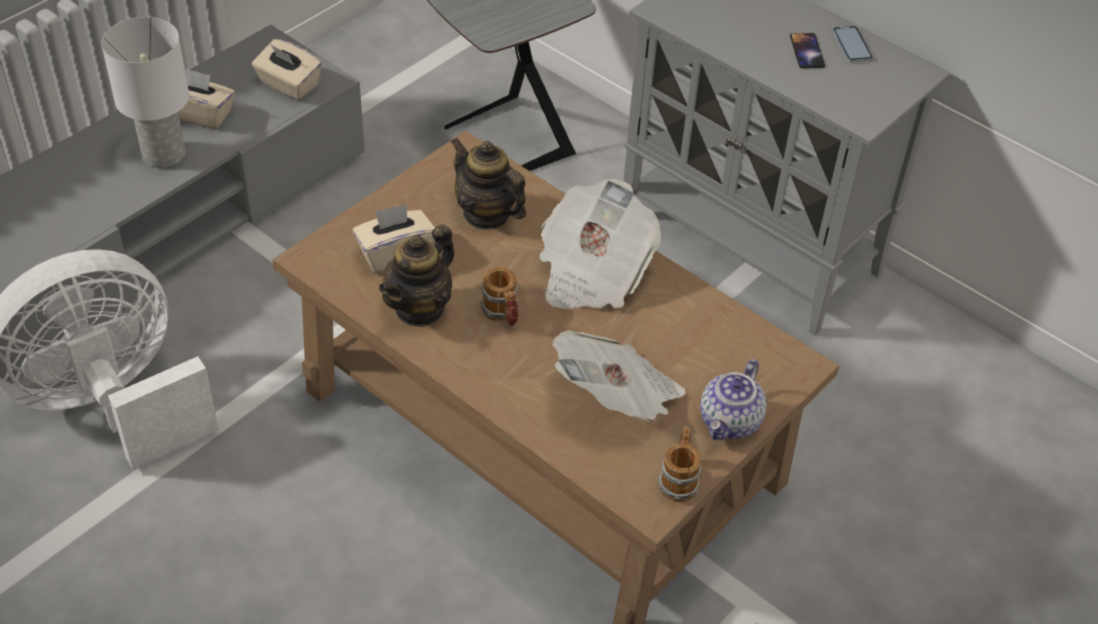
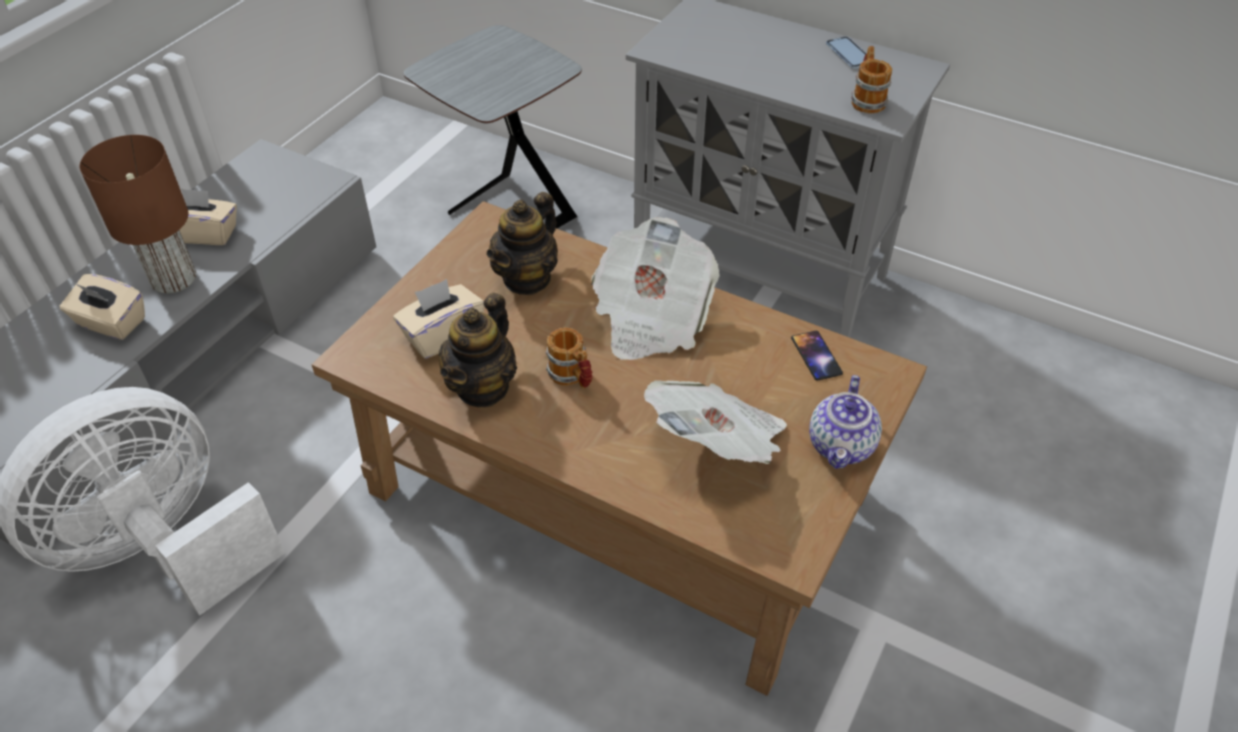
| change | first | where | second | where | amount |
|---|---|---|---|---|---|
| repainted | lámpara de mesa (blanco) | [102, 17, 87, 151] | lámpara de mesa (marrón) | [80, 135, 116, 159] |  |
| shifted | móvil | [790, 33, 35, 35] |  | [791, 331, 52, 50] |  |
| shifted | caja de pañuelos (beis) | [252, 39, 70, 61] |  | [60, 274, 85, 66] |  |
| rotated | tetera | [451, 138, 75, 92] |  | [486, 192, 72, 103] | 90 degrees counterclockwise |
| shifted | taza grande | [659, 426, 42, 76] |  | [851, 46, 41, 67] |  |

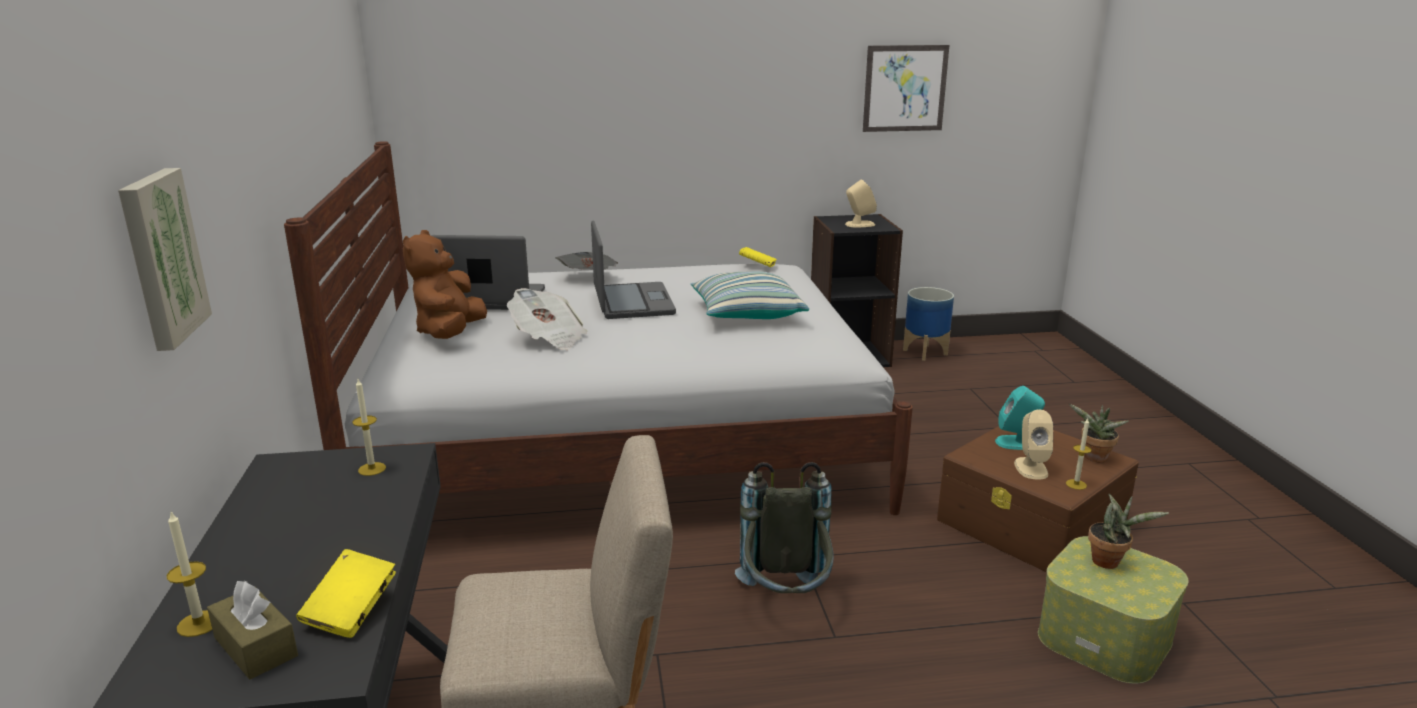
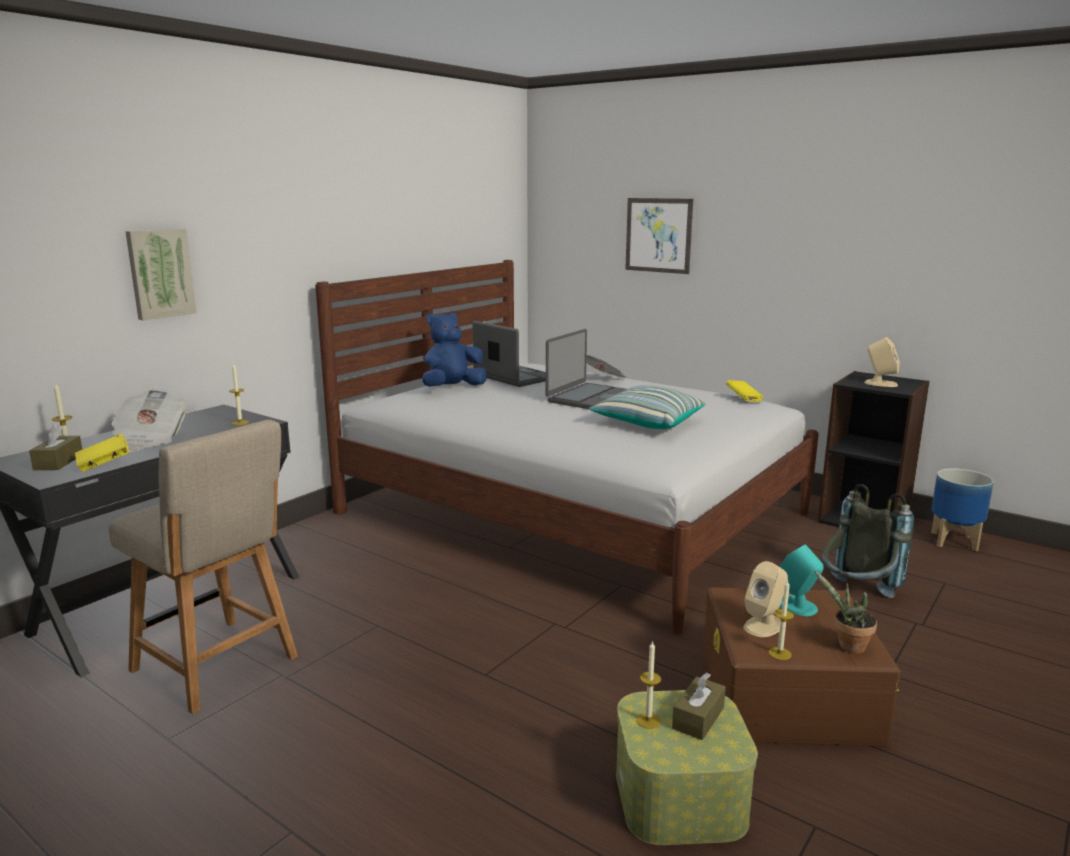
| change | first | where | second | where | amount |
|---|---|---|---|---|---|
| shifted | cuadro | [863, 45, 86, 87] |  | [625, 198, 68, 76] |  |
| repainted | peluche (marrón) | [403, 230, 84, 109] | peluche (azul) | [422, 313, 65, 73] |  |
| shifted | periódico | [507, 288, 81, 62] |  | [111, 389, 78, 63] |  |
| shifted | mochila (gris) | [735, 462, 99, 131] |  | [822, 484, 92, 114] |  |
| swapped | planta en maceta | [1088, 494, 81, 75] | caja de pañuelos (marrón) | [672, 672, 54, 68] |  |
| new |  |  | vela | [636, 640, 25, 89] |  |

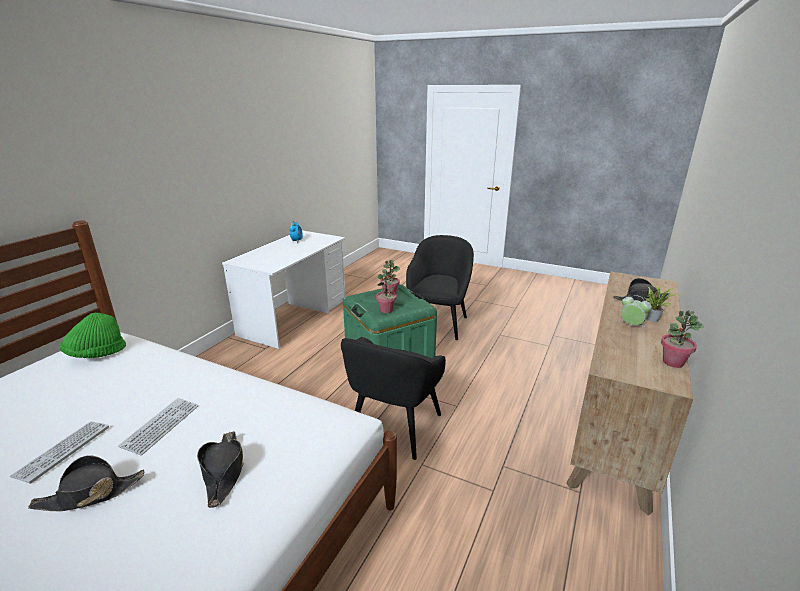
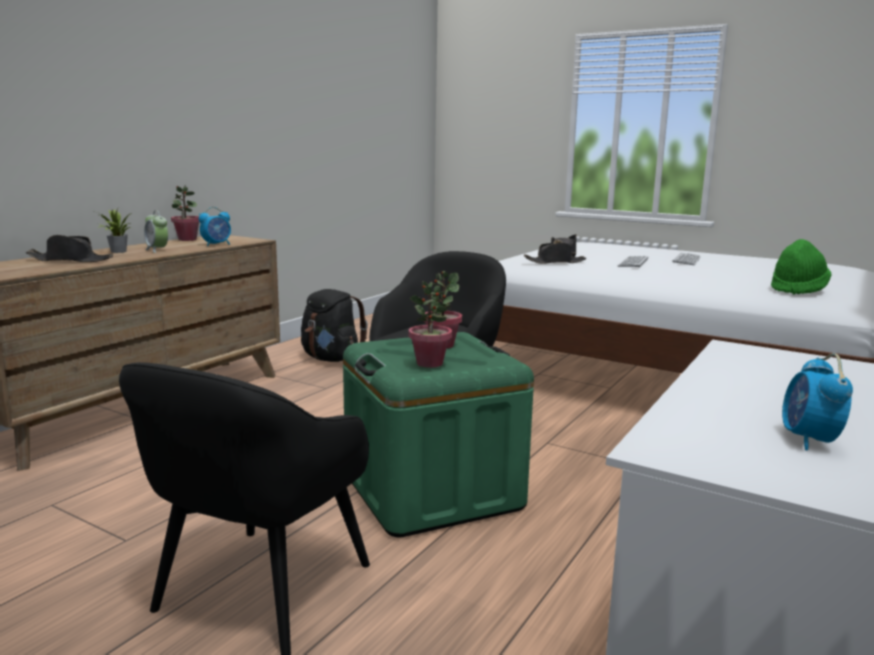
| change | first | where | second | where | amount |
|---|---|---|---|---|---|
| shifted | sombrero (negro) | [28, 455, 116, 56] |  | [524, 243, 62, 21] |  |
| new |  |  | despertador | [199, 207, 32, 39] |  |
| new |  |  | mochila (negro) | [301, 289, 67, 73] |  |

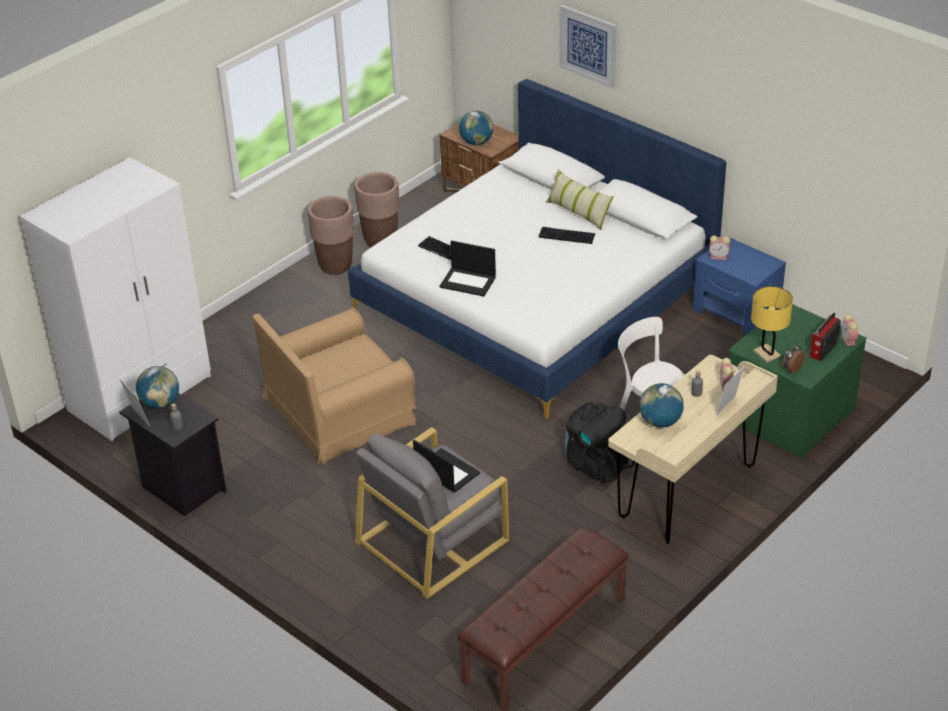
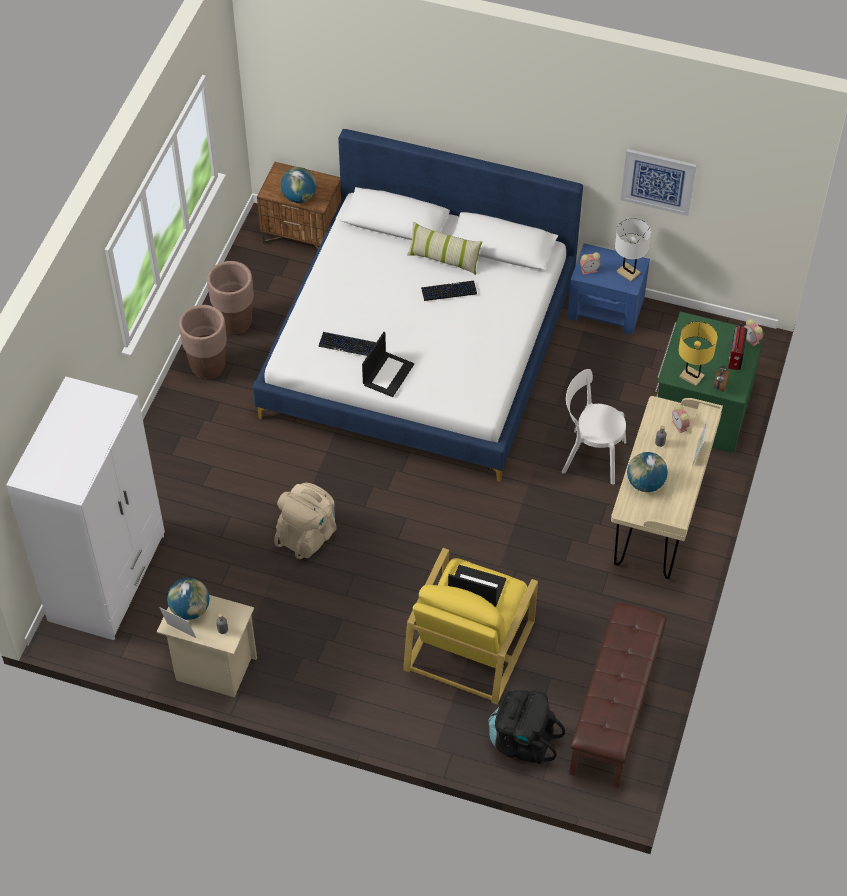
| change | first | where | second | where | amount |
|---|---|---|---|---|---|
| shifted | cuadro | [559, 5, 58, 83] |  | [621, 149, 75, 67] |  |
| rotated | portátil | [440, 240, 56, 57] |  | [362, 332, 52, 65] | 60 degrees counterclockwise |
| swapped | sillón (marrón) | [252, 307, 165, 157] | mochila (beis) | [274, 483, 63, 76] |  |
| repainted | mesita de noche (negro) | [119, 393, 107, 123] | mesita de noche (beis) | [157, 595, 100, 103] |  |
| shifted | mochila (negro) | [565, 402, 70, 81] |  | [488, 690, 77, 74] |  |
| repainted | sillón (gris) | [355, 427, 154, 172] | sillón (amarillo) | [403, 548, 135, 157] |  |
| new |  |  | lámpara de mesa (blanco) | [615, 218, 36, 63] |  |

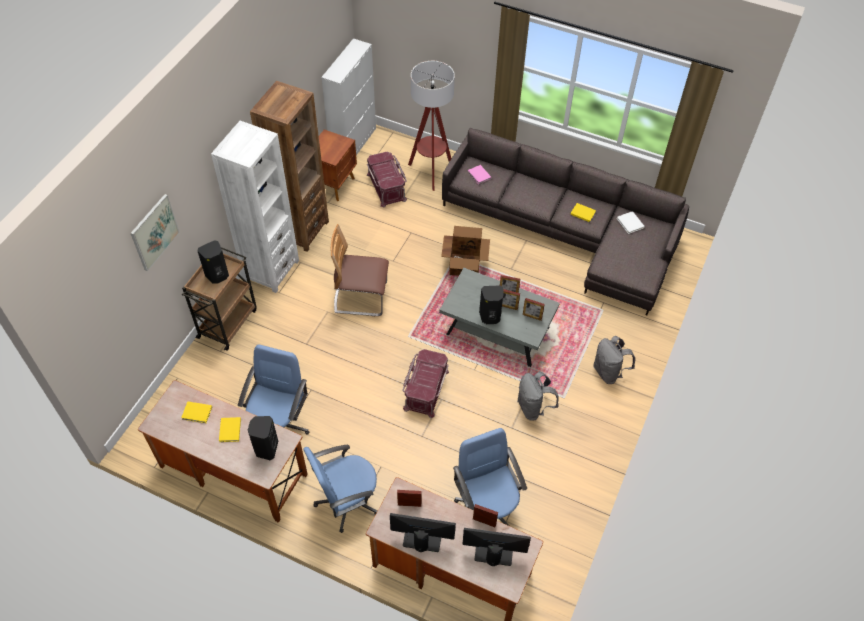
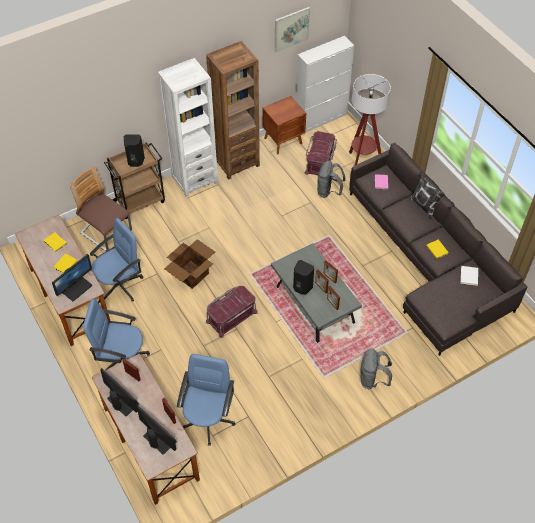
| change | first | where | second | where | amount |
|---|---|---|---|---|---|
| shifted | cuadro | [130, 194, 50, 77] |  | [275, 7, 35, 45] |  |
| shifted | silla | [331, 224, 58, 92] |  | [70, 167, 62, 84] |  |
| shifted | caja de cartón | [441, 226, 49, 50] |  | [164, 239, 51, 50] |  |
| shifted | mochila (gris) | [517, 372, 42, 49] |  | [317, 160, 28, 38] |  |
| swapped | altavoz (negro) | [248, 416, 30, 44] | monitor | [52, 254, 40, 47] |  |
| new |  |  | cojín | [409, 171, 36, 48] |  |

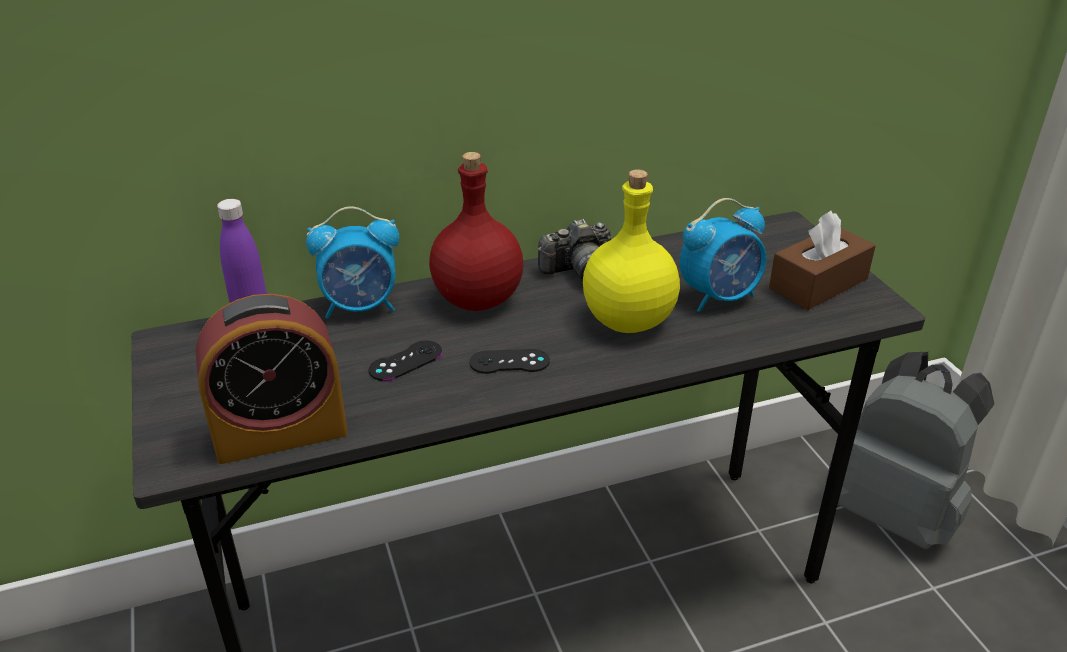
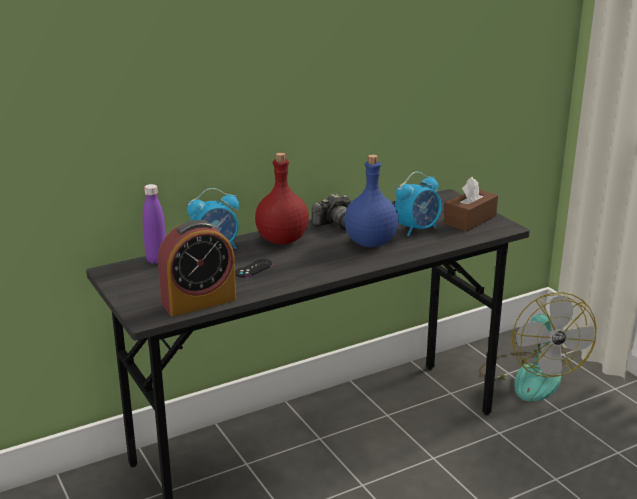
| change | first | where | second | where | amount |
|---|---|---|---|---|---|
| repainted | botella (amarillo) | [583, 169, 97, 164] | botella (azul) | [344, 155, 55, 92] |  |
| gone | mando de consola (negro) | [469, 349, 81, 25] |  |  |  |
| swapped | mochila (gris) | [825, 352, 169, 197] | ventilador | [479, 292, 117, 110] |  |

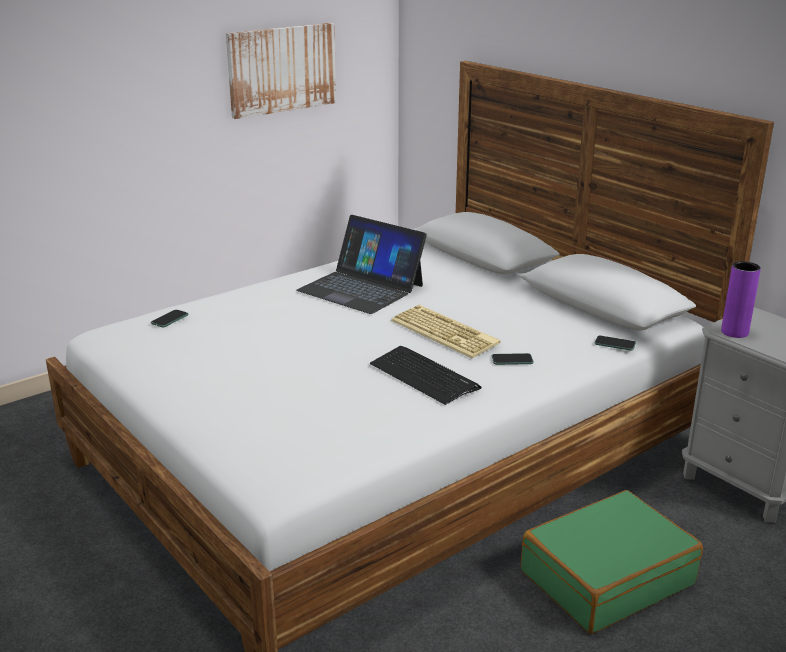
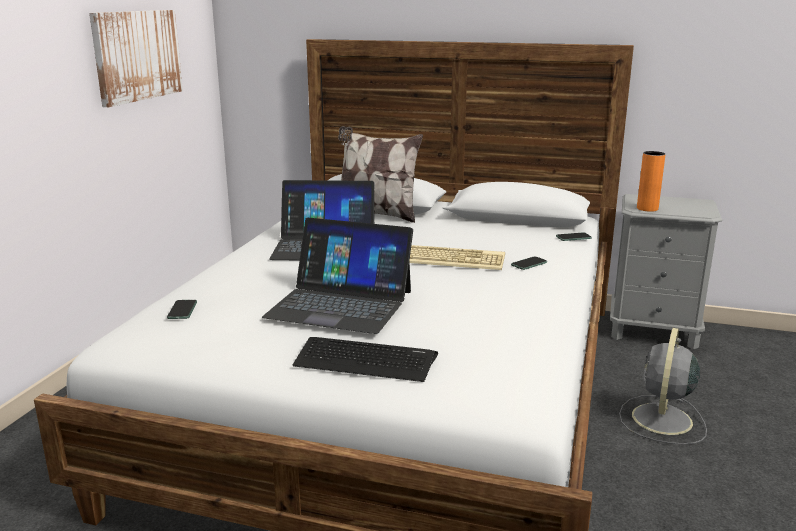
| change | first | where | second | where | amount |
|---|---|---|---|---|---|
| repainted | florero (morado) | [721, 261, 40, 77] | florero (naranja) | [637, 151, 29, 61] |  |
| shifted | teclado | [370, 346, 112, 59] |  | [293, 337, 145, 45] |  |
| swapped | maleta (verde) | [521, 490, 182, 144] | ventilador (gris) | [619, 328, 88, 117] |  |
| new |  |  | cojín | [338, 126, 85, 97] |  |
| new |  |  | portátil | [262, 218, 151, 116] |  |

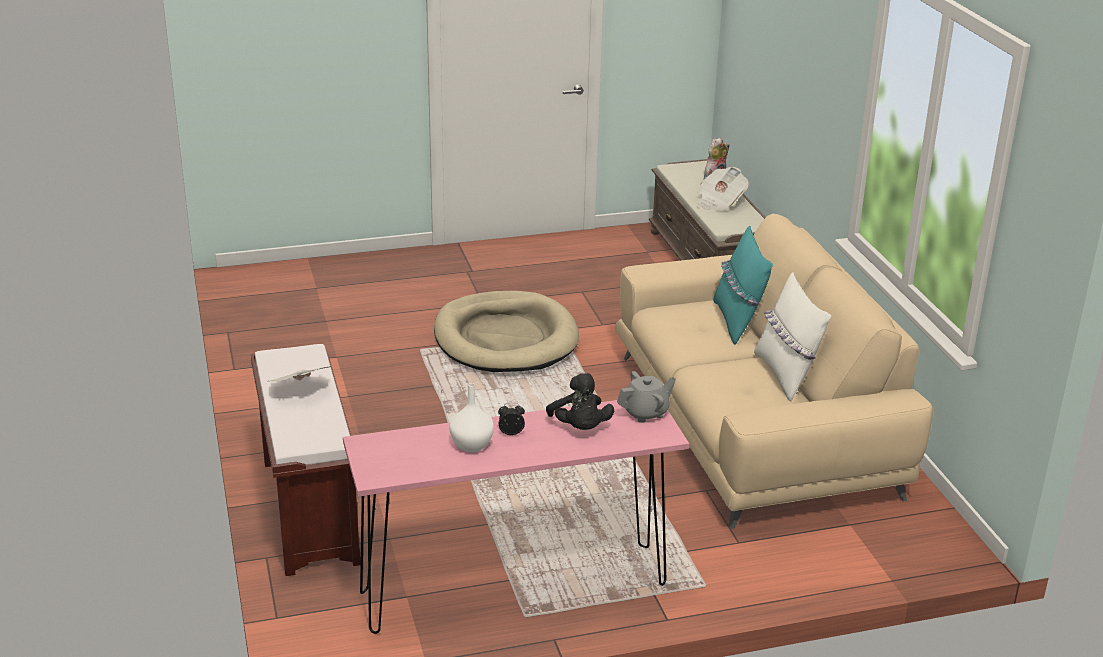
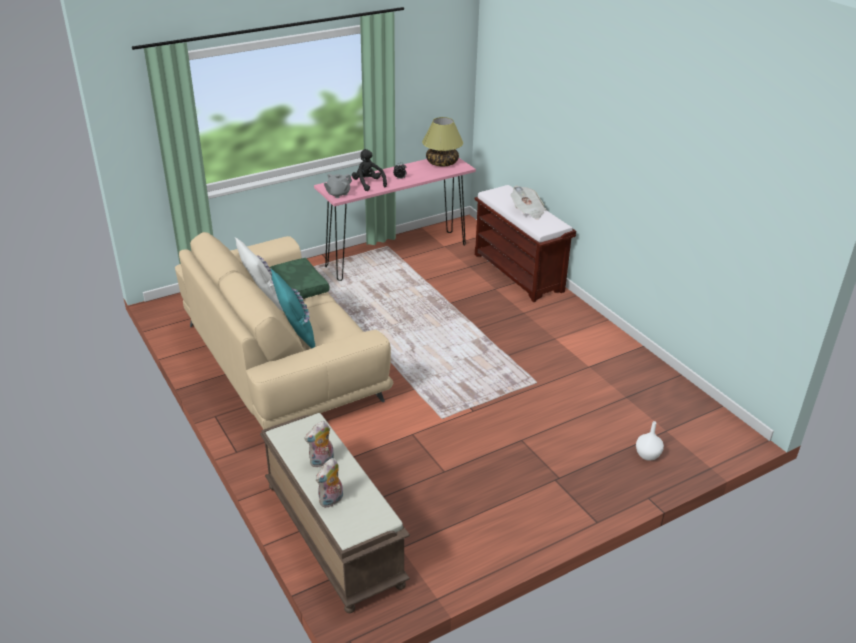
| change | first | where | second | where | amount |
|---|---|---|---|---|---|
| swapped | periódico | [697, 167, 52, 44] | peluche | [304, 421, 30, 47] |  |
| gone | cama para perro (beis) | [434, 291, 145, 81] |  |  |  |
| shifted | florero (blanco) | [450, 383, 44, 69] |  | [636, 421, 28, 40] |  |
| new |  |  | lámpara de mesa | [422, 117, 41, 50] |  |
| new |  |  | cojín (verde) | [270, 258, 60, 41] |  |

